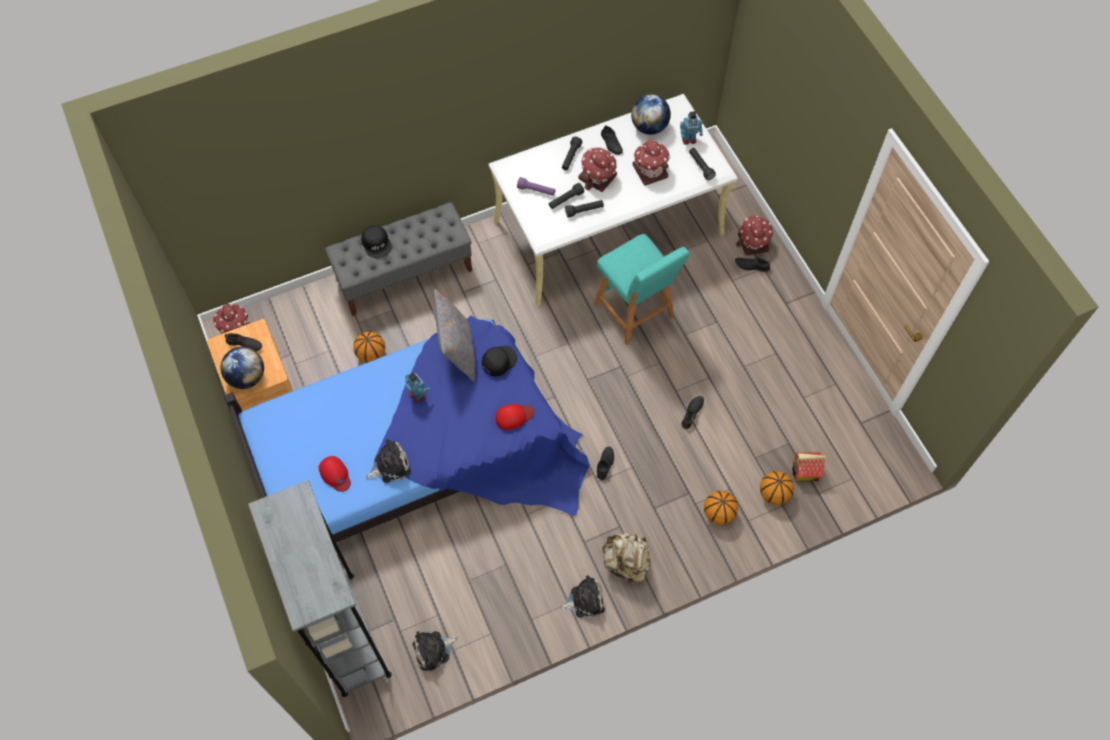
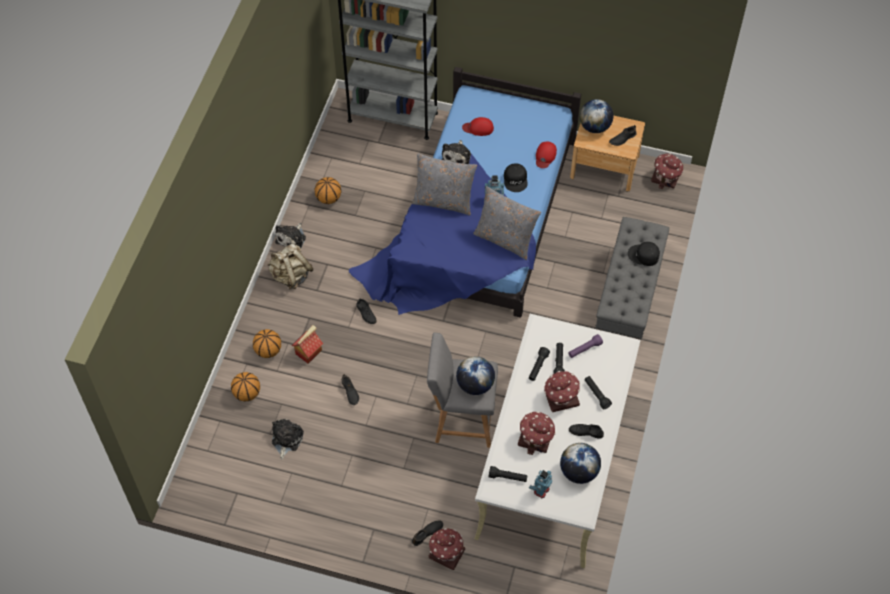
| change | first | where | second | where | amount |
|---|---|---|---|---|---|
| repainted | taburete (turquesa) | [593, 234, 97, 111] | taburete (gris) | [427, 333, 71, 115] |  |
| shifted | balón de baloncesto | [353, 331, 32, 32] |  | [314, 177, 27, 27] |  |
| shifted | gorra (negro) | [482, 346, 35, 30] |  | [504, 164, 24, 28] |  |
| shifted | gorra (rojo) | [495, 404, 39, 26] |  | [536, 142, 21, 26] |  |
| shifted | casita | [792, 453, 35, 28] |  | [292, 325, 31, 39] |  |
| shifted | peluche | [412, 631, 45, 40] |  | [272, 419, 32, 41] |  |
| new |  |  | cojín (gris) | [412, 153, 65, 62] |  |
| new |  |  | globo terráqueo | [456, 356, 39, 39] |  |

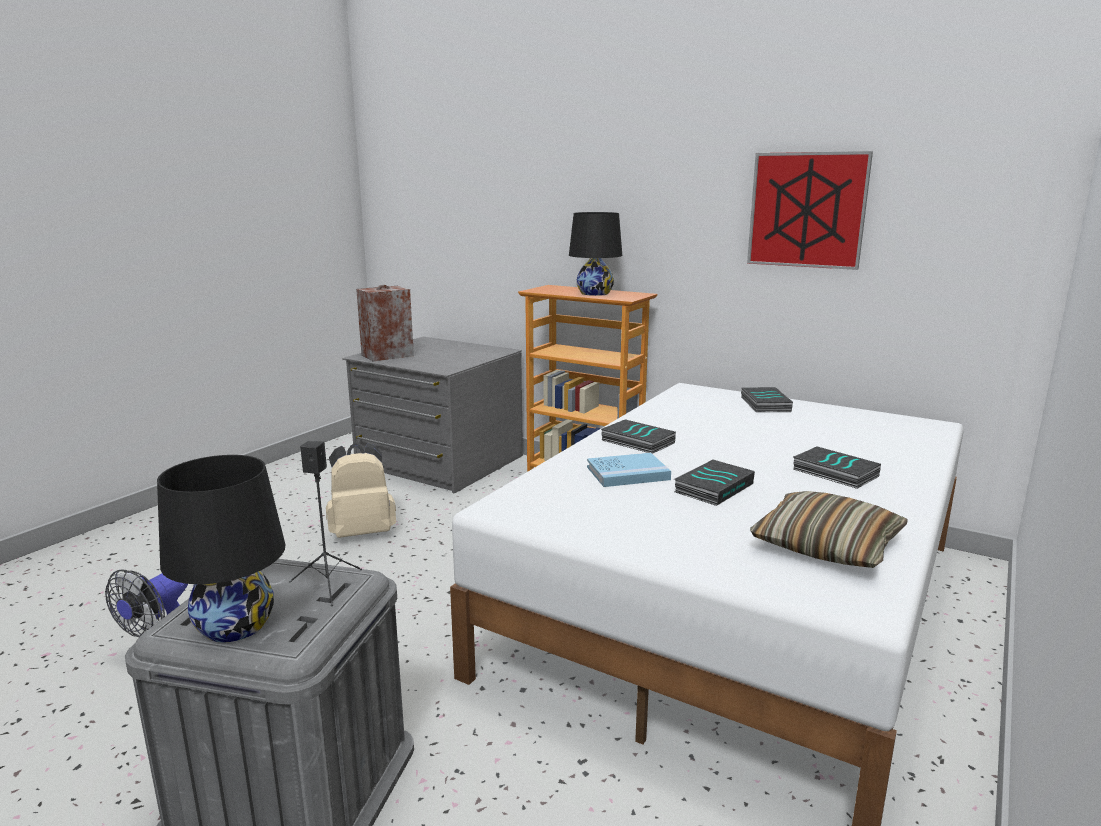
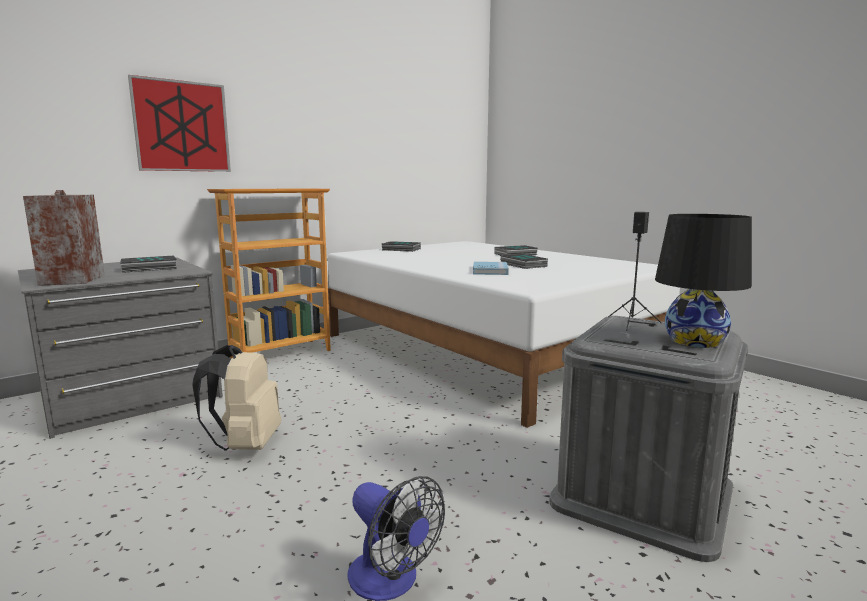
| change | first | where | second | where | amount |
|---|---|---|---|---|---|
| shifted | cuadro | [747, 151, 126, 119] |  | [128, 75, 103, 97] |  |
| gone | lámpara de mesa (negro) | [569, 212, 53, 84] |  |  |  |
| shifted | libro | [601, 419, 75, 35] |  | [120, 256, 57, 17] |  |
| gone | cojín | [750, 491, 158, 77] |  |  |  |

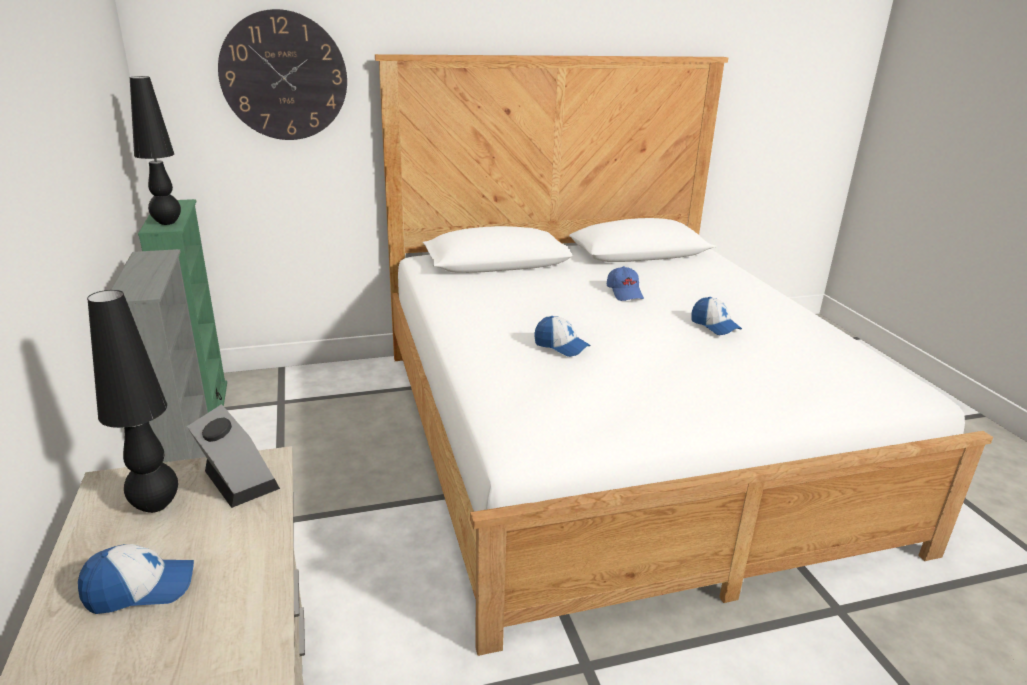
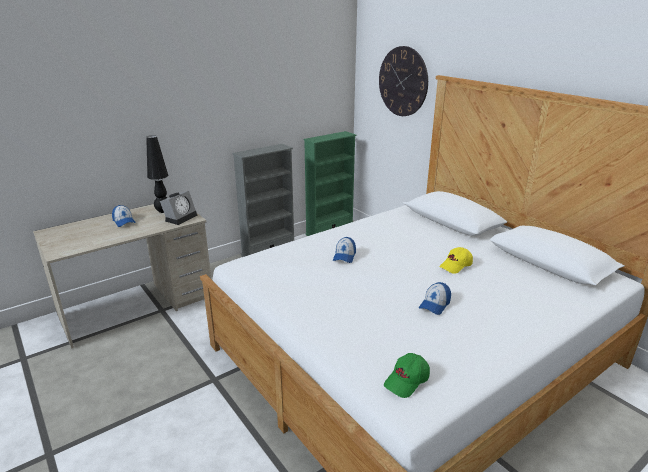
| change | first | where | second | where | amount |
|---|---|---|---|---|---|
| gone | lámpara de mesa (negro) | [129, 76, 52, 149] |  |  |  |
| repainted | gorra (azul) | [607, 266, 37, 35] | gorra (amarillo) | [439, 247, 34, 27] |  |
| new |  |  | gorra (verde) | [384, 353, 46, 45] |  |

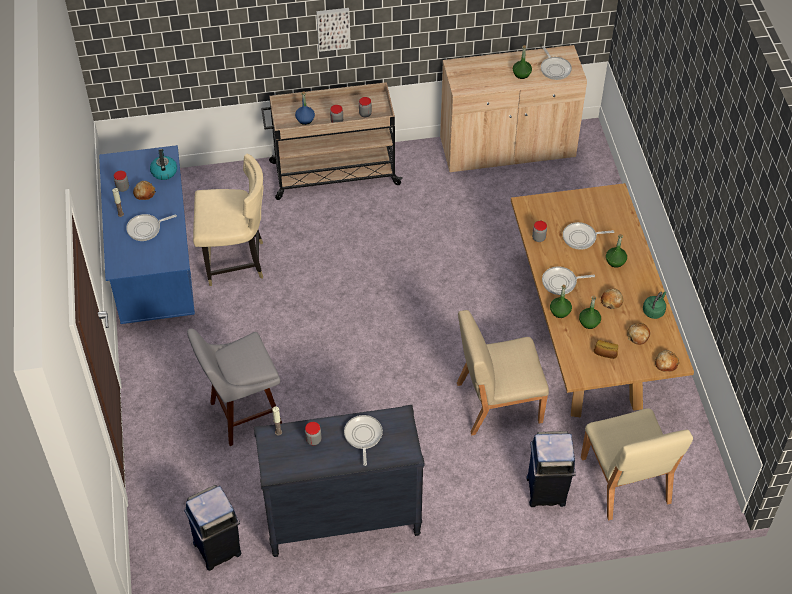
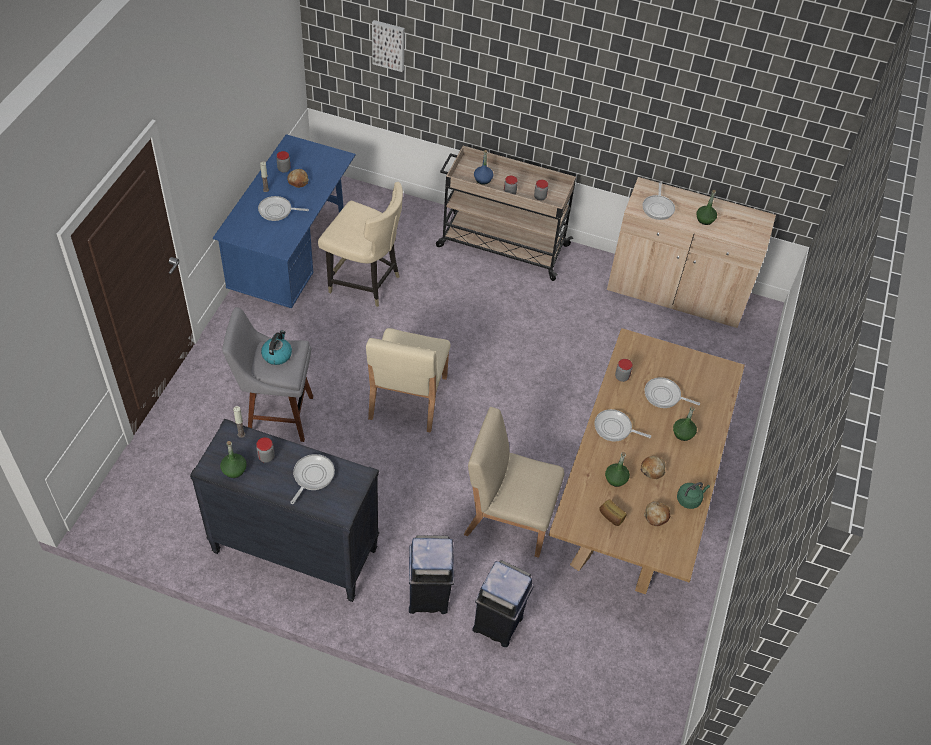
| change | first | where | second | where | amount |
|---|---|---|---|---|---|
| shifted | cuadro | [316, 8, 35, 44] |  | [372, 20, 33, 52] |  |
| shifted | sartén | [541, 46, 31, 34] |  | [642, 183, 33, 37] |  |
| shifted | hervidor | [150, 149, 27, 31] |  | [261, 330, 31, 35] |  |
| shifted | botella (verde) | [550, 285, 22, 33] |  | [220, 441, 27, 37] |  |
| gone | pan | [655, 350, 24, 22] |  |  |  |
| shifted | silla (beis) | [581, 408, 112, 112] |  | [366, 328, 85, 105] |  |
| shifted | papelera (azul) | [184, 485, 57, 86] |  | [409, 535, 45, 79] |  |

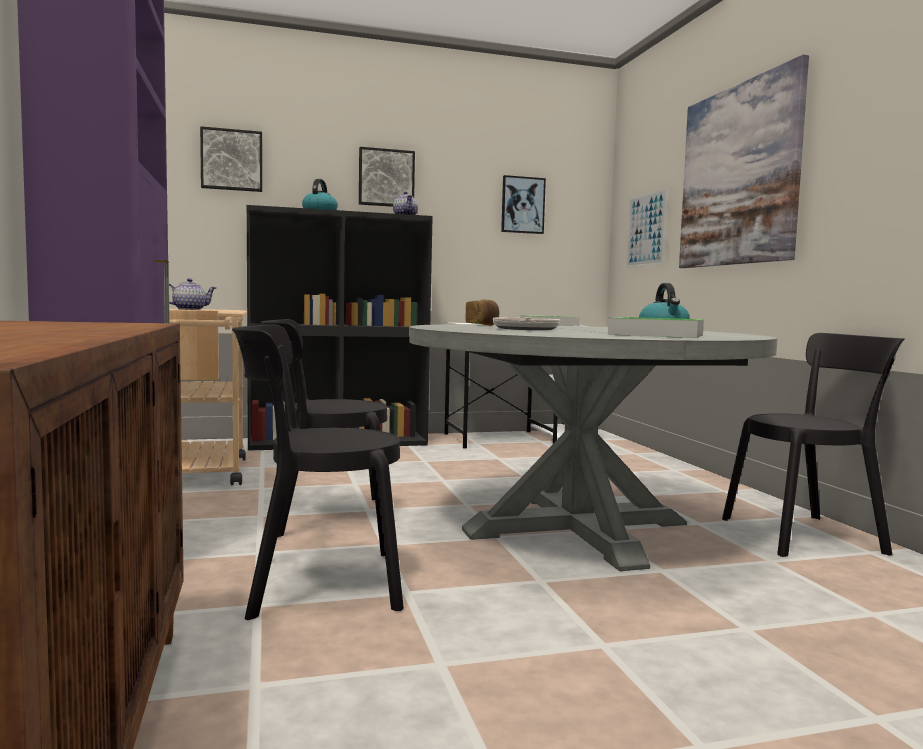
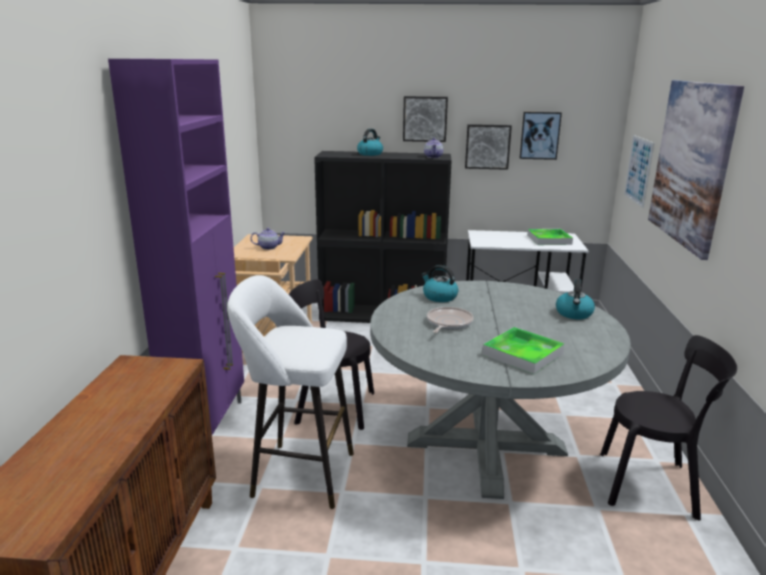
| change | first | where | second | where | amount |
|---|---|---|---|---|---|
| shifted | cuadro | [200, 126, 62, 66] |  | [465, 124, 47, 46] |  |
| swapped | pan | [466, 300, 33, 26] | hervidor | [421, 265, 37, 37] |  |
| swapped | silla (negro) | [232, 325, 172, 295] | taburete (blanco) | [227, 275, 127, 234] |  |

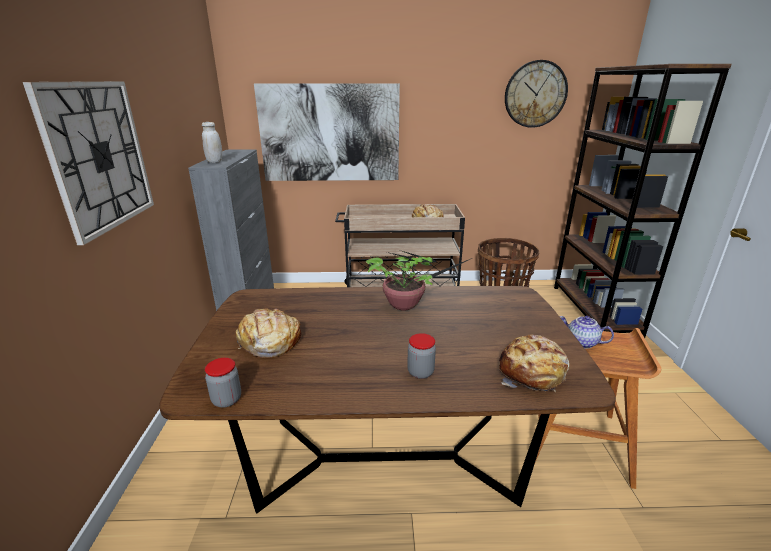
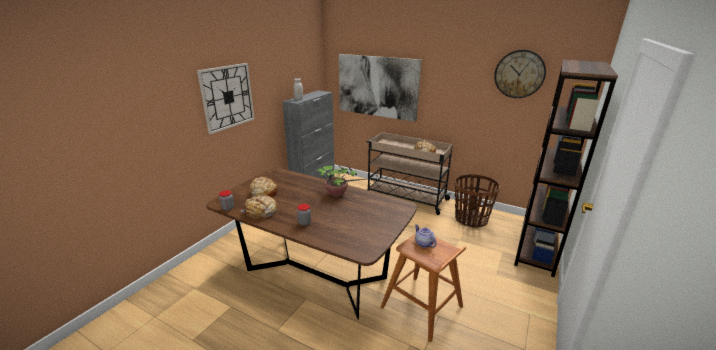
| change | first | where | second | where | amount |
|---|---|---|---|---|---|
| shifted | pan | [499, 334, 70, 58] |  | [241, 195, 36, 24] |  |

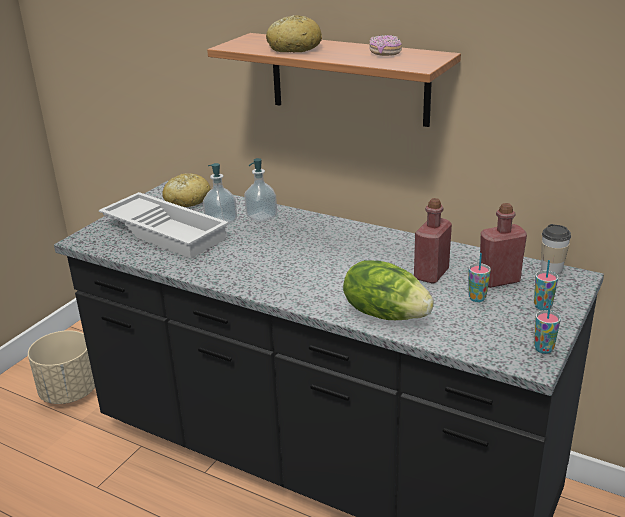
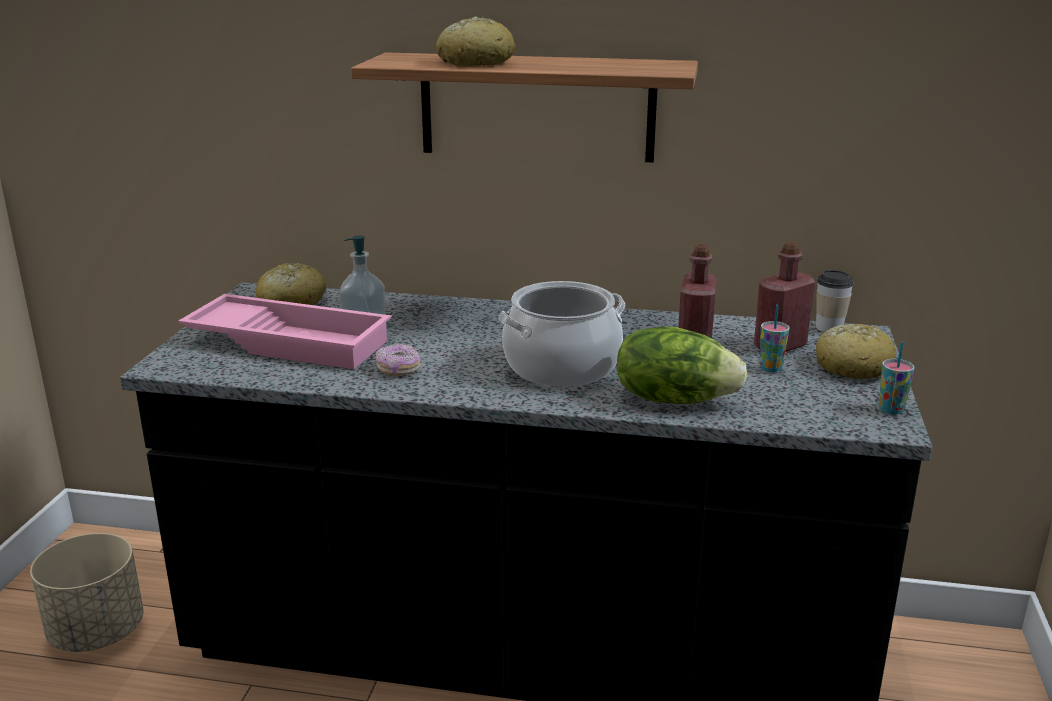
| change | first | where | second | where | amount |
|---|---|---|---|---|---|
| shifted | rosquilla | [369, 35, 33, 21] |  | [375, 344, 45, 32] |  |
| gone | dispensador de jabón | [244, 158, 33, 64] |  |  |  |
| repainted | bandeja (blanco) | [99, 192, 130, 66] | bandeja (rosa) | [178, 294, 213, 75] |  |
| swapped | taza | [534, 260, 24, 50] | pan | [816, 324, 80, 55] |  |
| new |  |  | olla | [498, 281, 127, 106] |  |

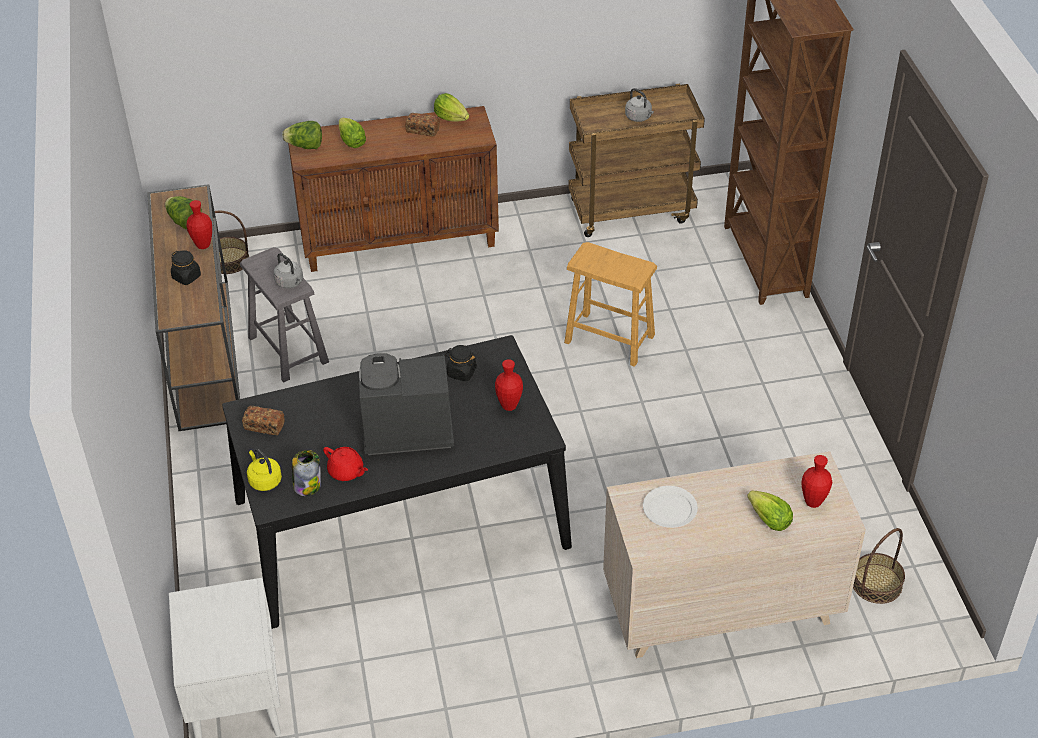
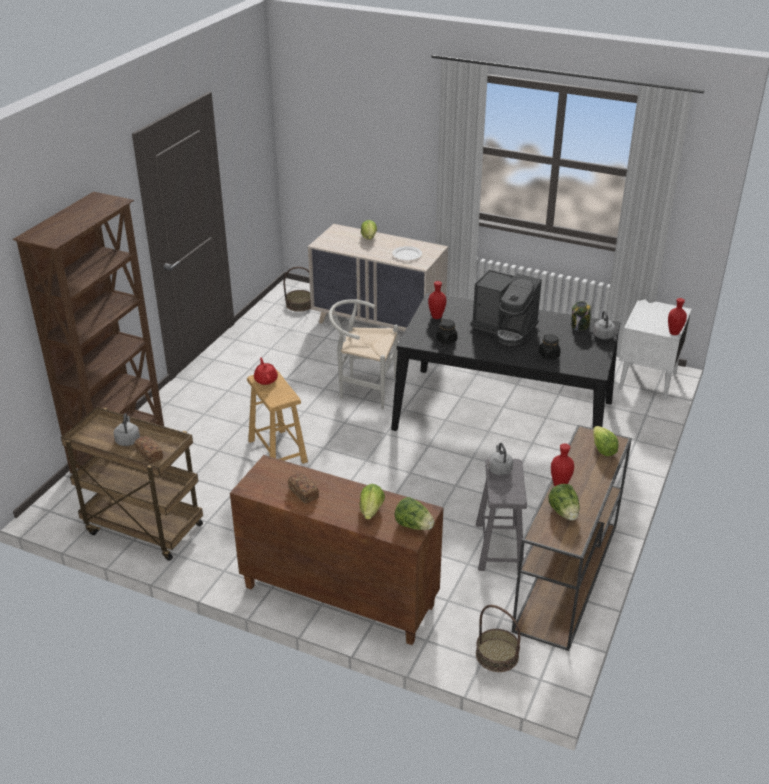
| change | first | where | second | where | amount |
|---|---|---|---|---|---|
| shifted | lechuga | [434, 93, 35, 28] |  | [593, 426, 25, 30] |  |
| shifted | tarro (negro) | [171, 250, 30, 35] |  | [539, 334, 22, 26] |  |
| shifted | pan | [242, 406, 42, 29] |  | [134, 436, 29, 28] |  |
| shifted | tetera (rojo) | [323, 447, 45, 34] |  | [254, 357, 24, 28] |  |
| repainted | hervidor (amarillo) | [247, 449, 35, 42] | hervidor (gris) | [593, 311, 23, 28] |  |
| shifted | florero (rojo) | [801, 455, 31, 53] |  | [668, 298, 19, 37] |  |
| new |  |  | silla (blanco) | [329, 299, 69, 111] |  |

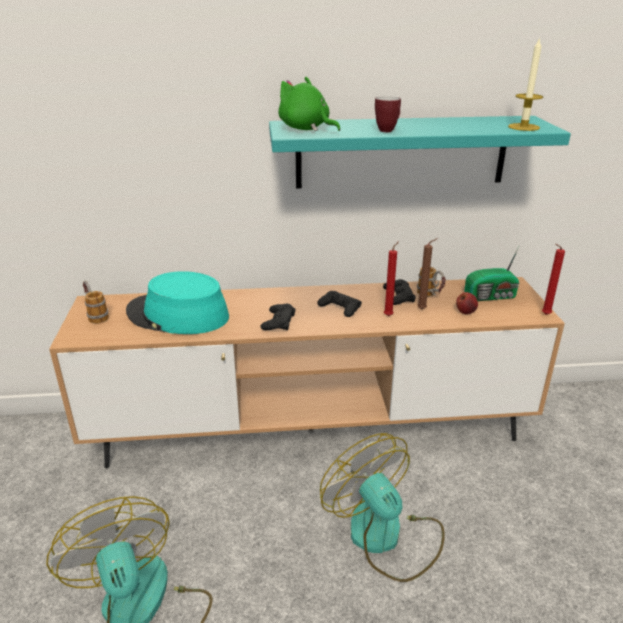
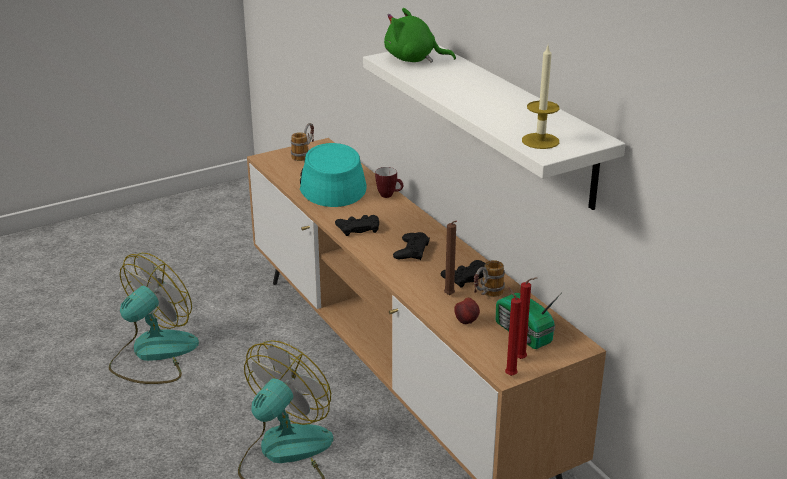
| change | first | where | second | where | amount |
|---|---|---|---|---|---|
| rotated | peluche (verde) | [278, 77, 62, 54] |  | [384, 8, 72, 55] | 90 degrees counterclockwise |
| shifted | taza grande | [375, 96, 26, 36] |  | [375, 167, 28, 31] |  |
| repainted | estante (turquesa) | [269, 116, 302, 72] | estante (blanco) | [363, 44, 262, 166] |  |
| shifted | vela (rojo) | [384, 241, 15, 75] |  | [517, 277, 20, 82] |  |

